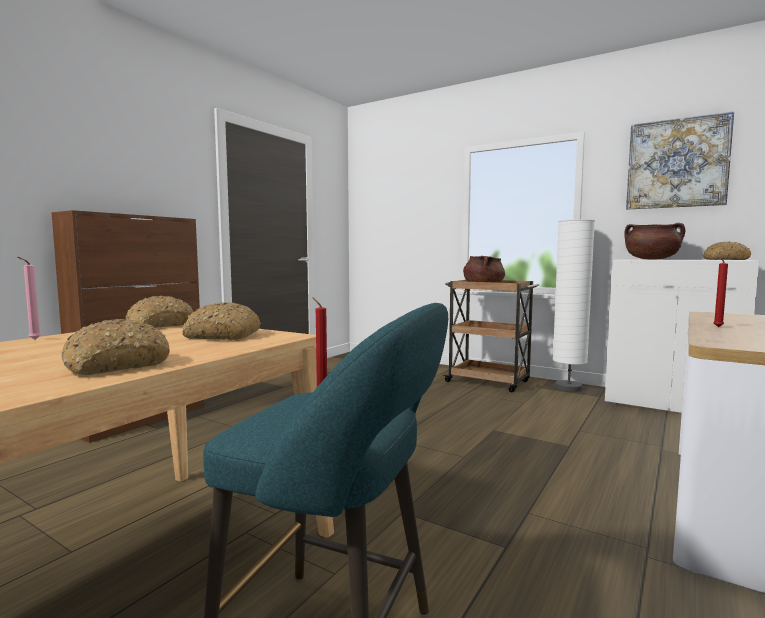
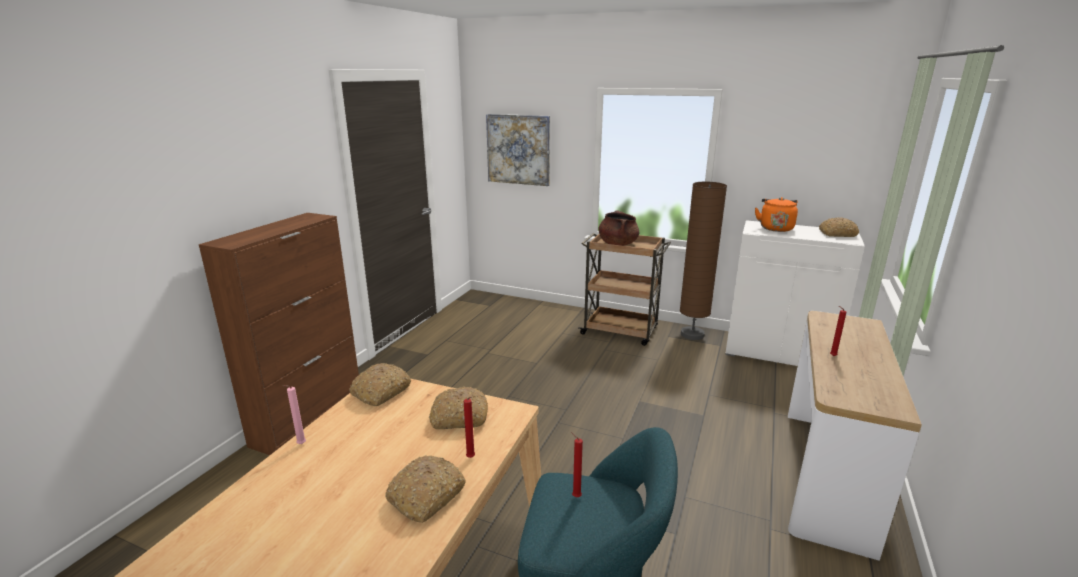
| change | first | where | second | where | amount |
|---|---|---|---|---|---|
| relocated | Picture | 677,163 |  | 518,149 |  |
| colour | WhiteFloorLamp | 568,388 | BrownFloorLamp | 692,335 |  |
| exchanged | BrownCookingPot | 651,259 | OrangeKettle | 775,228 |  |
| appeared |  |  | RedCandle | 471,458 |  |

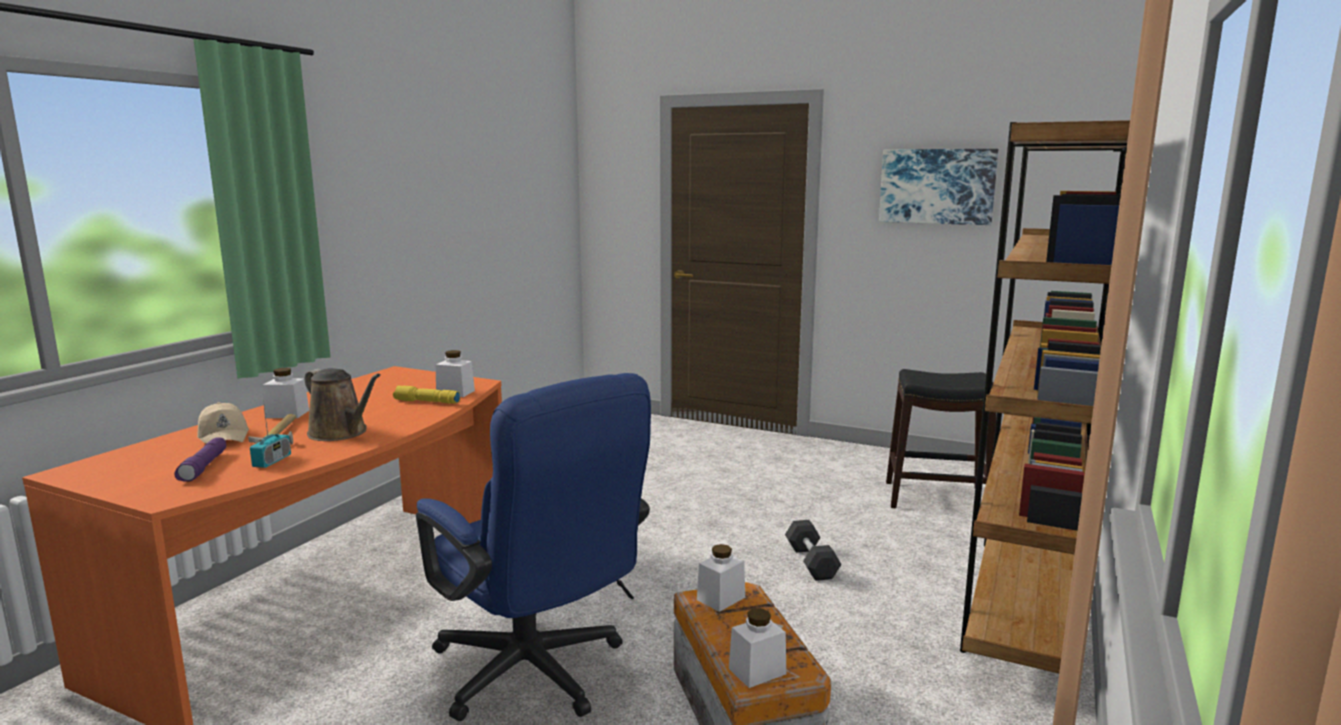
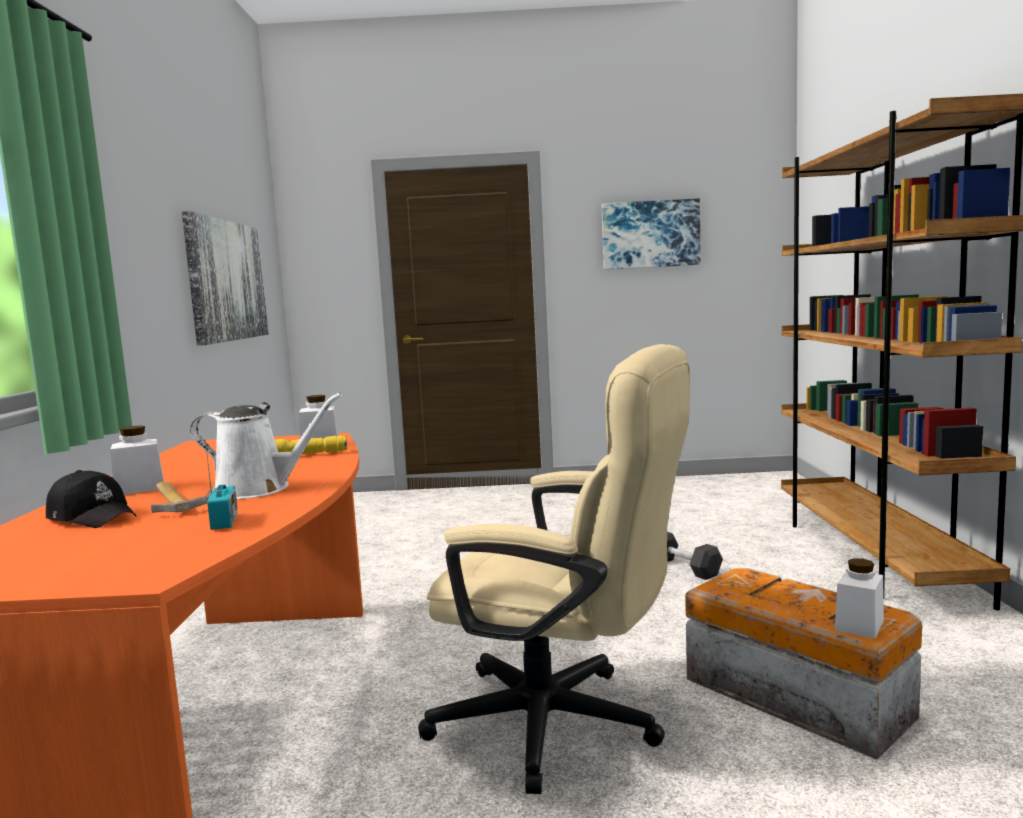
| change | first | where | second | where | amount |
|---|---|---|---|---|---|
| colour | BrownWateringCan | 341,433 | WhiteWateringCan | 259,489 |  |
| missing | BlackStool | 936,497 |  |  |  |
| colour | BlueOfficeChair | 537,676 | BeigeOfficeChair | 565,726 |  |
| colour | BeigeCap | 224,436 | BlackCap | 92,517 |  |
| missing | PurpleFlashlight | 204,467 |  |  |  |
| missing | WhiteJar | 721,598 |  |  |  |
| appeared |  |  | Picture | 227,281 |  |

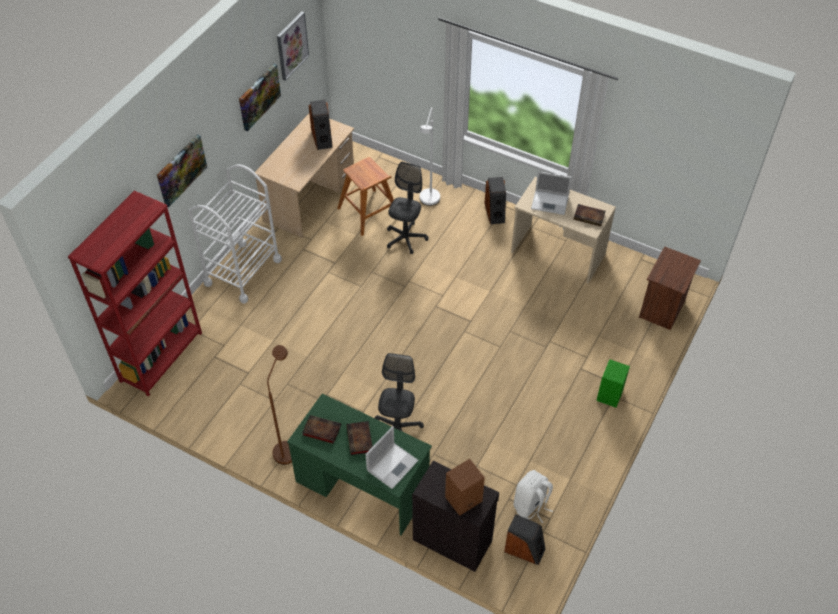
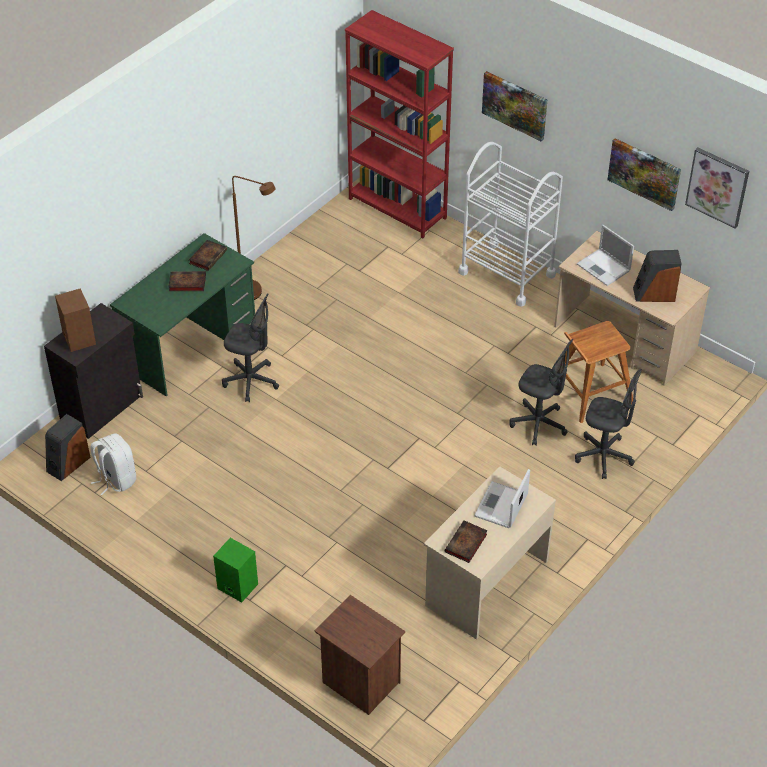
| change | first | where | second | where | amount |
|---|---|---|---|---|---|
| exchanged | WhiteFloorLamp | 428,202 | GreyOfficeChair | 603,456 |  |
| missing | Speaker | 495,212 |  |  |  |
| relocated | Laptop | 393,465 |  | 604,268 |  |

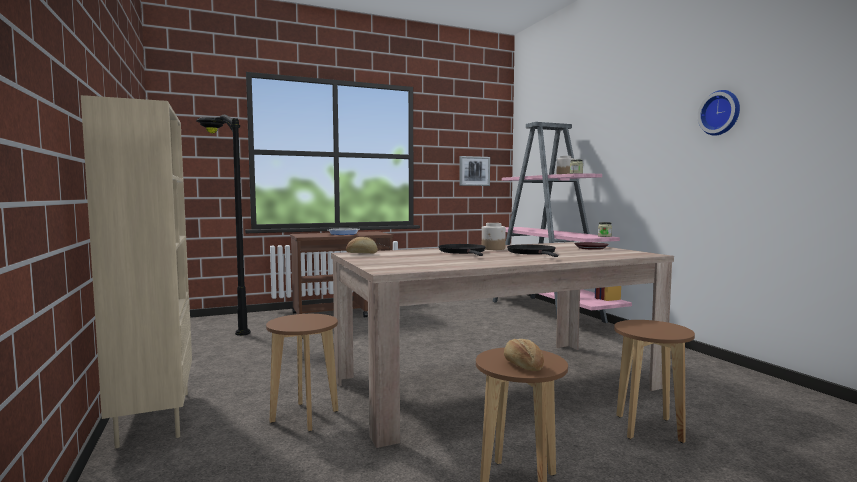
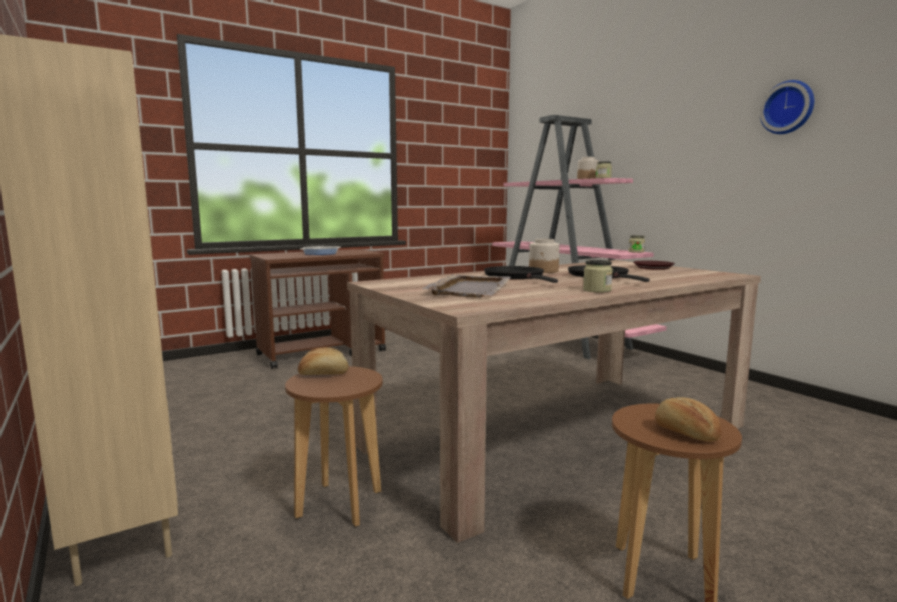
| change | first | where | second | where | amount |
|---|---|---|---|---|---|
| missing | BlackFloorLamp | 226,324 |  |  |  |
| missing | Picture | 474,171 |  |  |  |
| relocated | Bread | 362,253 |  | 323,374 |  |
| missing | BrownStool | 649,429 |  |  |  |
| appeared |  |  | Jar | 597,290 |  |
| appeared |  |  | GreyTray | 470,289 |  |

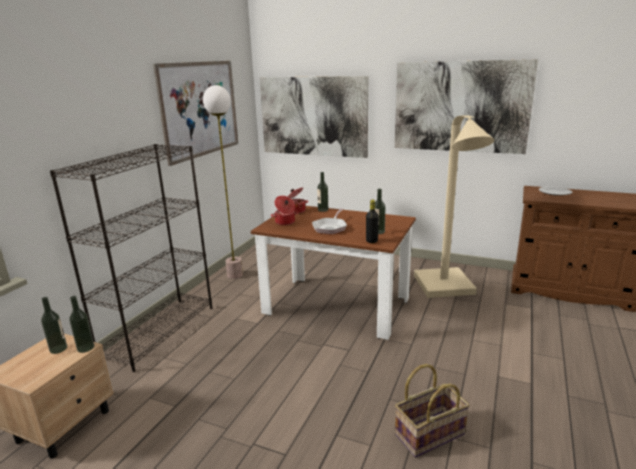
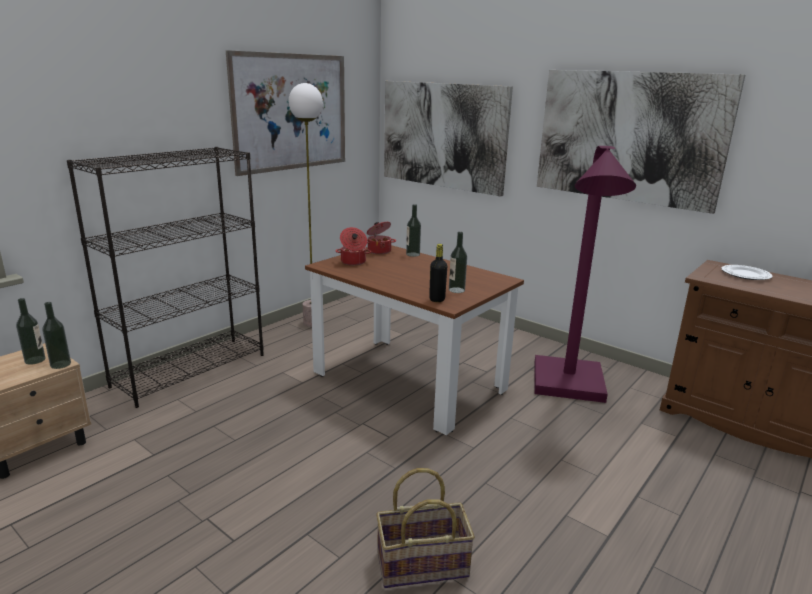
| change | first | where | second | where | amount |
|---|---|---|---|---|---|
| colour | BeigeFloorLamp | 447,289 | PurpleFloorLamp | 568,388 |  |
| missing | FryingPan | 330,227 |  |  |  |

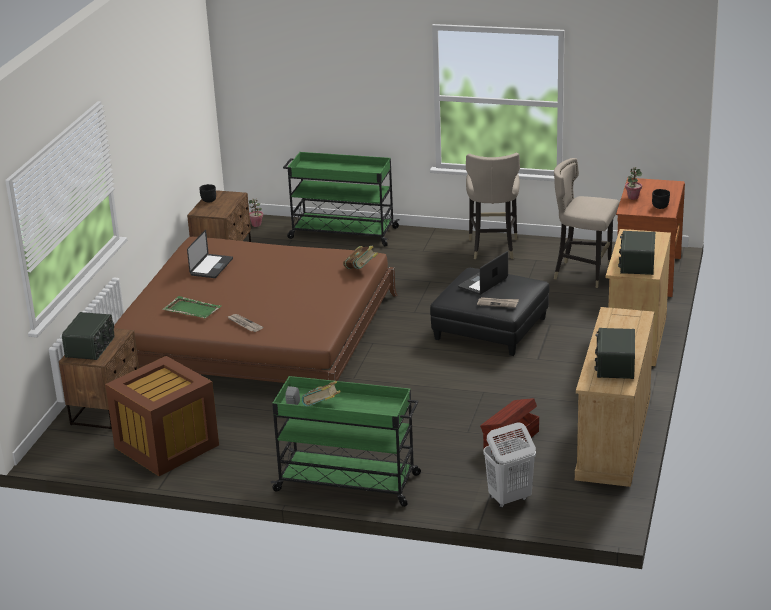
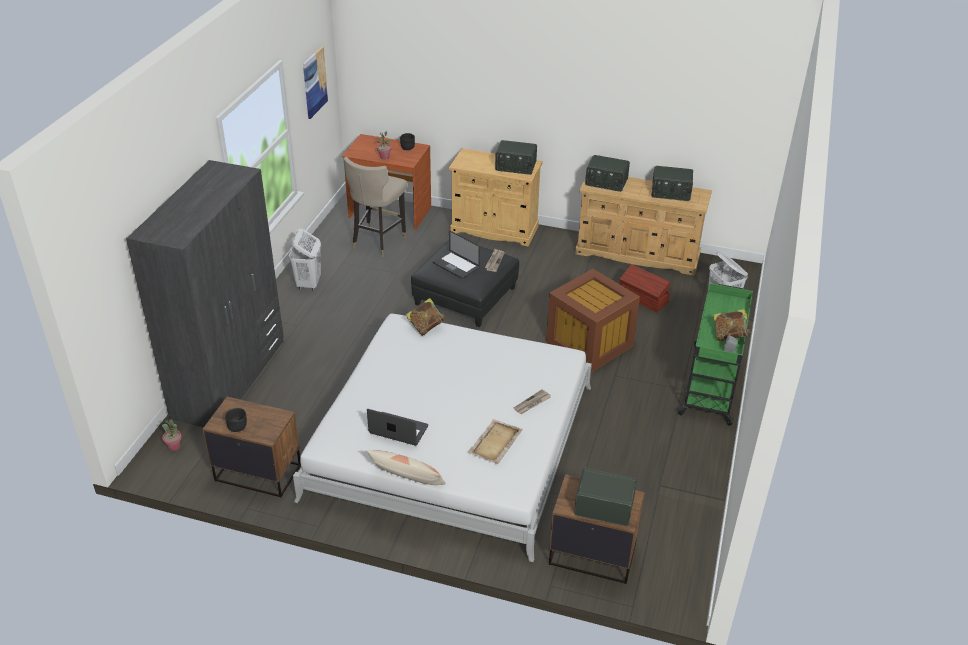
| change | first | where | second | where | amount |
|---|---|---|---|---|---|
| exchanged | GreenCart | 341,233 | GreyWardrobe | 230,378 |  |
| exchanged | BeigeStool | 493,248 | WhiteLaundryBasket | 308,284 |  |
| colour | BrownBed | 257,336 | WhiteBed | 452,441 |  |
| colour | GreenTray | 191,309 | BeigeTray | 495,443 |  |
| relocated | BrownStorageBox | 165,446 |  | 589,345 |  |
| appeared |  |  | Picture | 314,82 |  |
| appeared |  |  | Radio | 606,182 |  |
| appeared |  |  | Pillow | 407,479 |  |

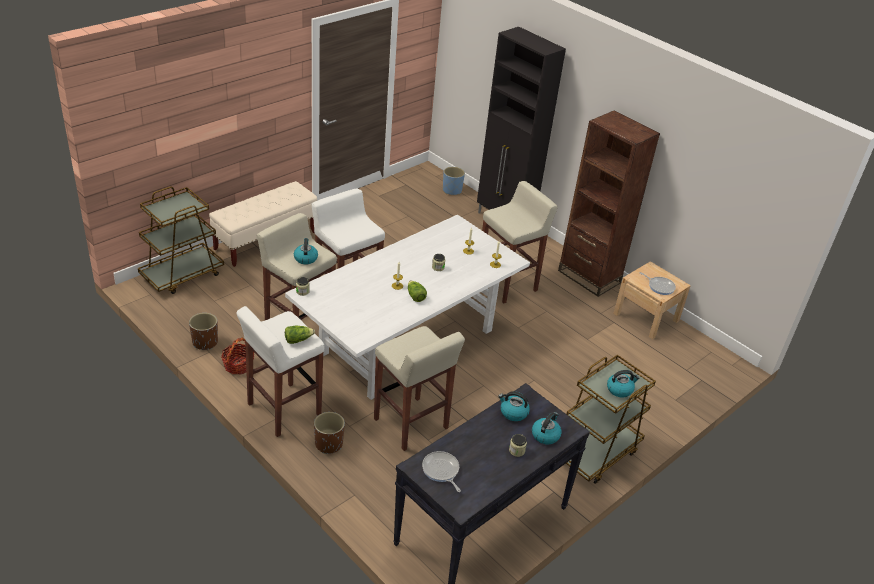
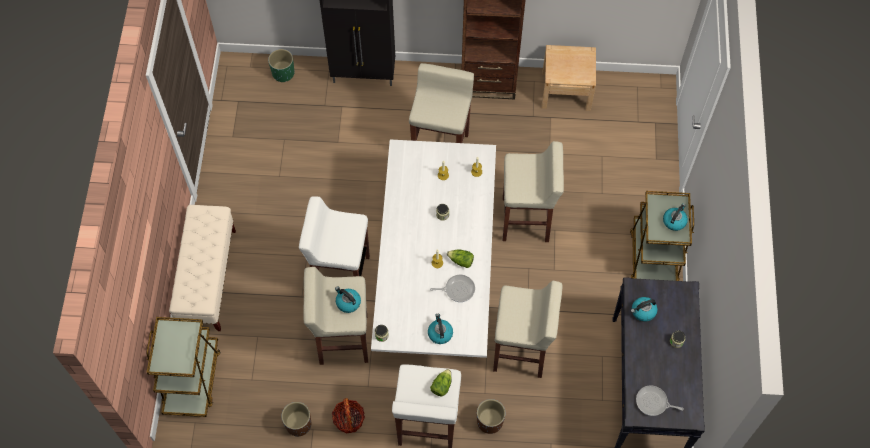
| change | first | where | second | where | amount |
|---|---|---|---|---|---|
| colour | BluePlanter | 452,190 | GreenPlanter | 283,73 |  |
| relocated | FryingPan | 660,286 |  | 458,289 |  |
| relocated | Kettle | 545,435 |  | 440,333 |  |
| appeared |  |  | BeigeStool | 526,220 |  |

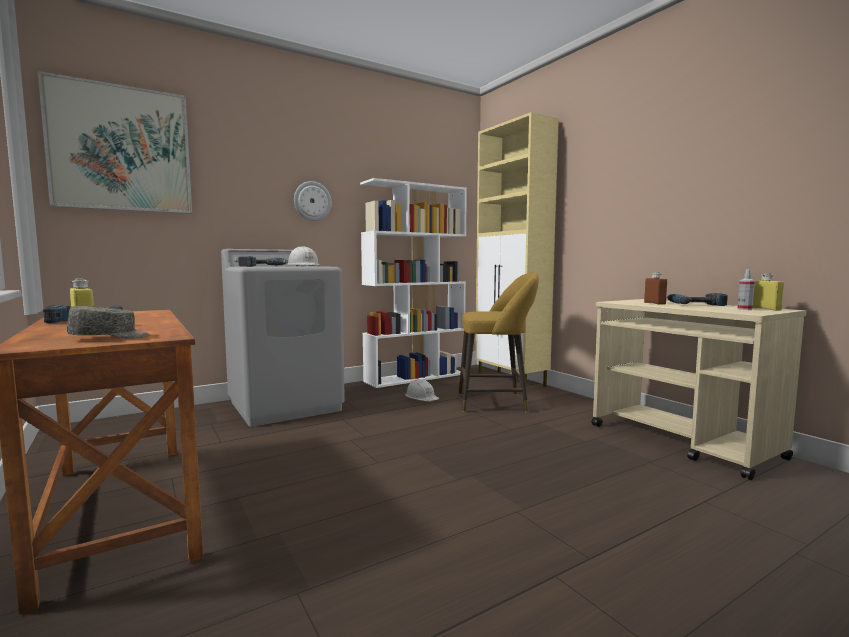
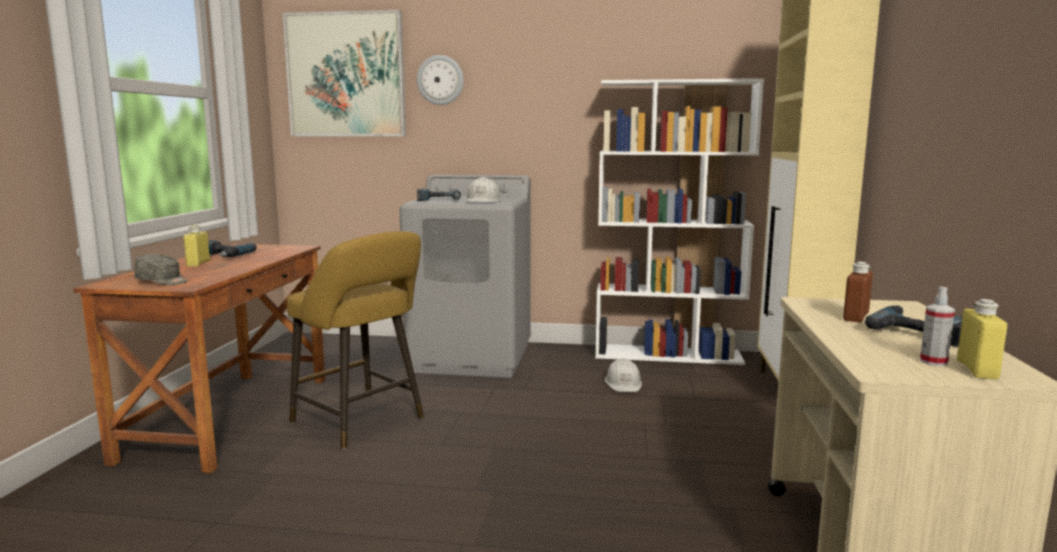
| change | first | where | second | where | amount |
|---|---|---|---|---|---|
| relocated | WallClock | 312,201 |  | 440,80 |  |
| relocated | YellowStool | 496,402 |  | 362,423 |  |

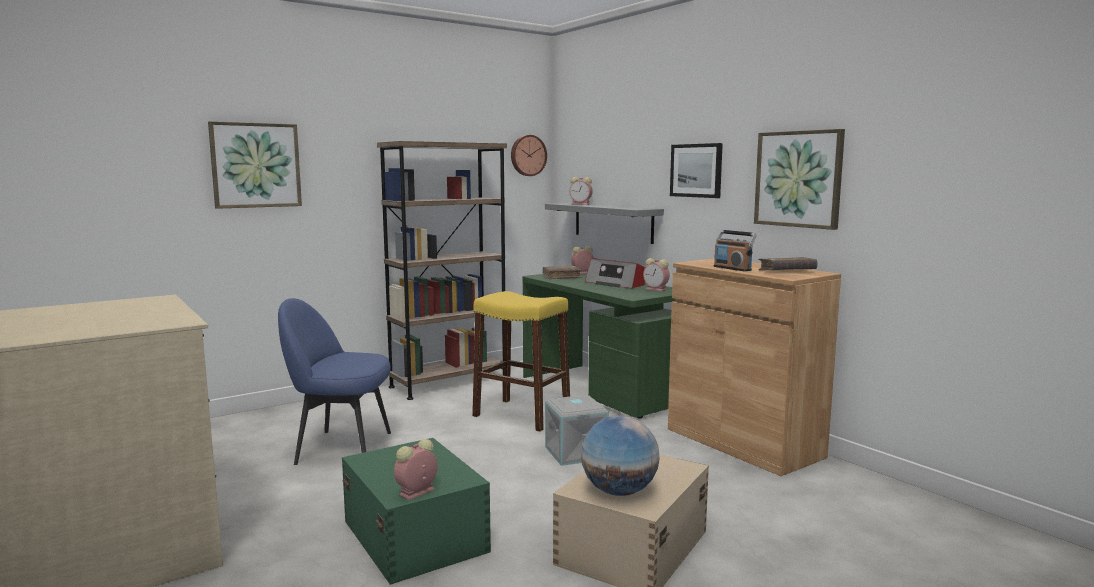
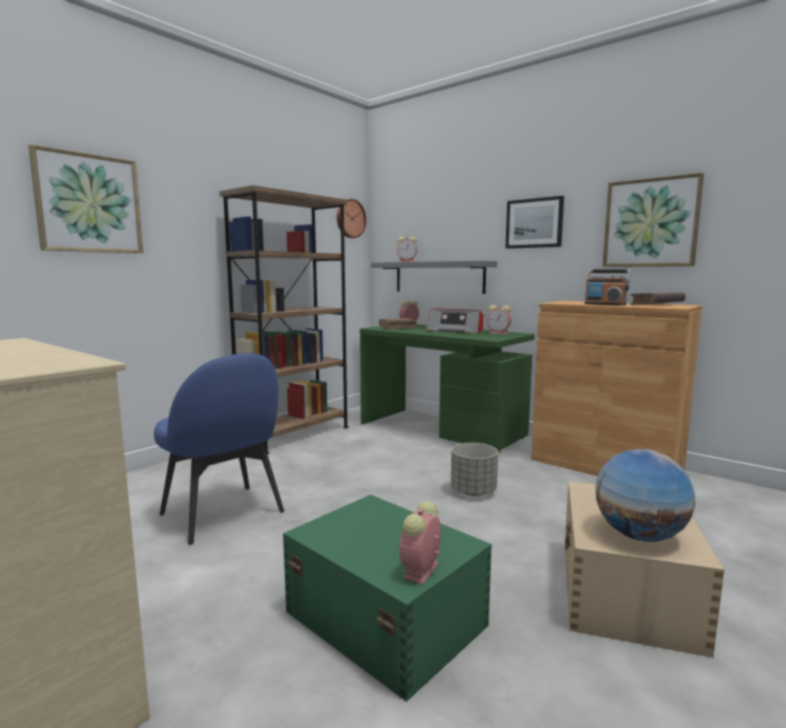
| change | first | where | second | where | amount |
|---|---|---|---|---|---|
| missing | YellowStool | 521,415 |  |  |  |
| spun | BlueChair | 341,447 |  | 224,514 | 120 degrees counterclockwise |
| exchanged | GreyStorageBox | 577,453 | GreyPlanter | 473,491 |  |

